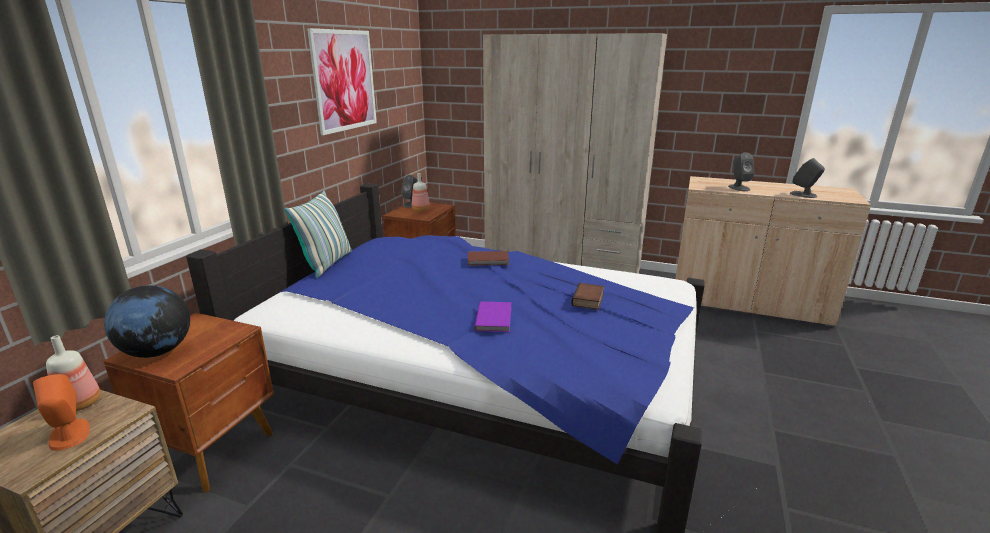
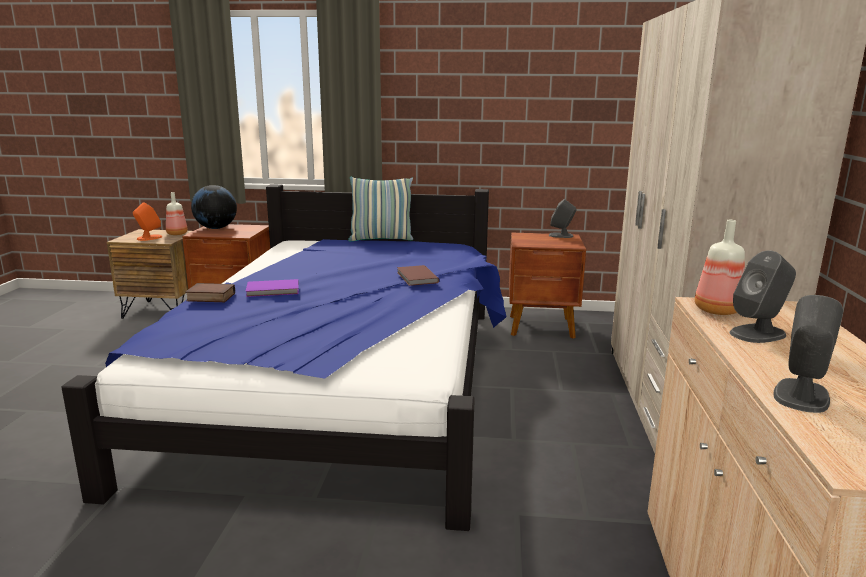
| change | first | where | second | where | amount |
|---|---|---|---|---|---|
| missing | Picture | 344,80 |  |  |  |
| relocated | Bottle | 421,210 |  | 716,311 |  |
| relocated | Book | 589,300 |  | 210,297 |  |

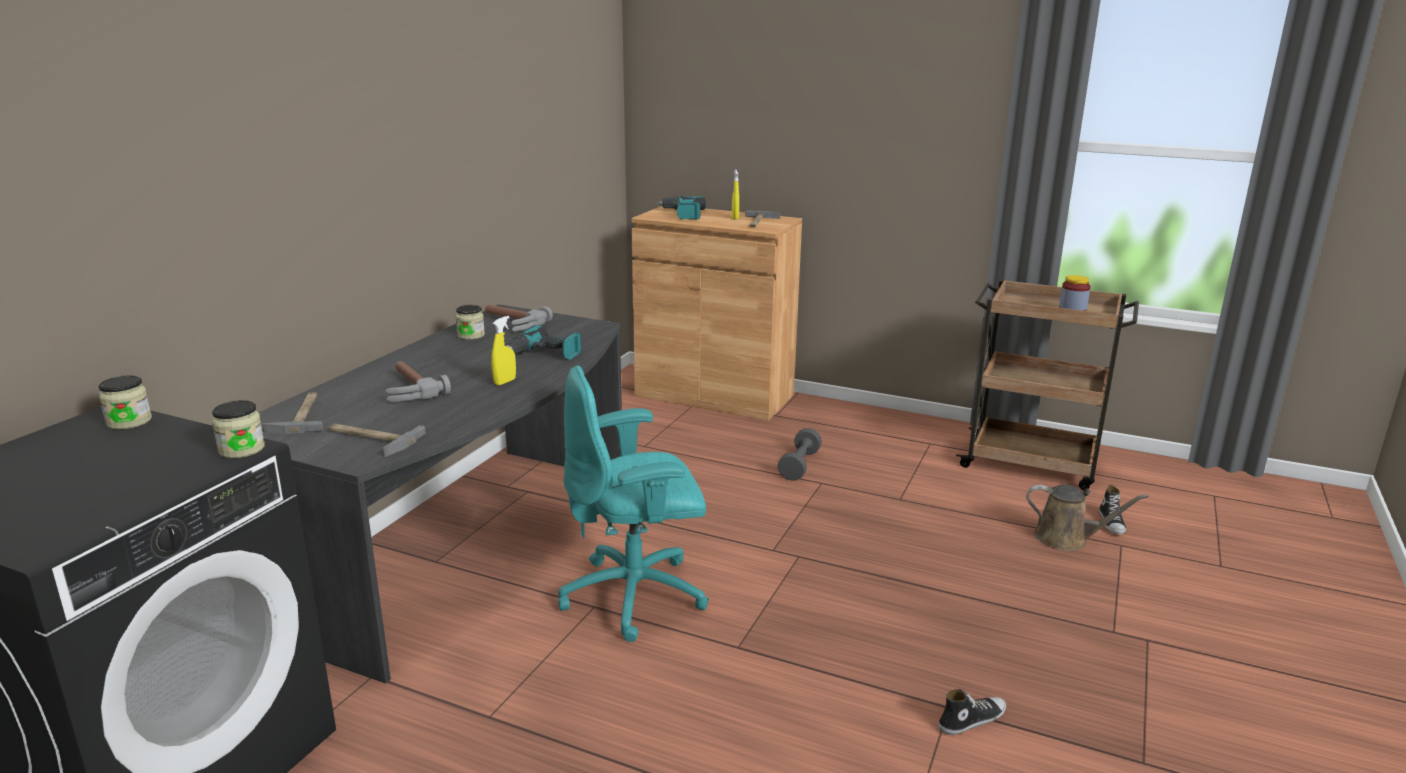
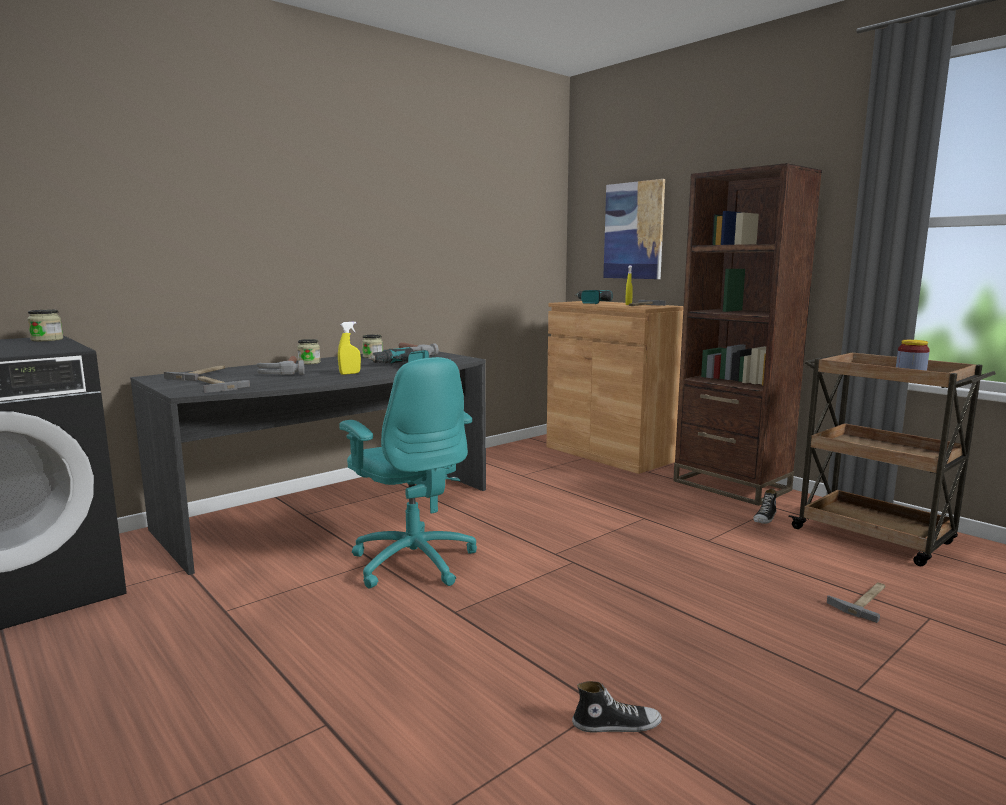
| change | first | where | second | where | amount |
|---|---|---|---|---|---|
| spun | TurquoiseOfficeChair | 636,596 |  | 413,561 | 135 degrees counterclockwise |
| relocated | Jar | 241,449 |  | 309,363 |  |
| missing | GreyDumbbell | 799,465 |  |  |  |
| exchanged | BrownWateringCan | 1066,539 | Hammer | 864,600 |  |
| relocated | Shoe | 1112,523 |  | 765,518 |  |
| appeared |  |  | BrownBookcase | 731,485 |  |
| appeared |  |  | Picture | 634,231 |  |

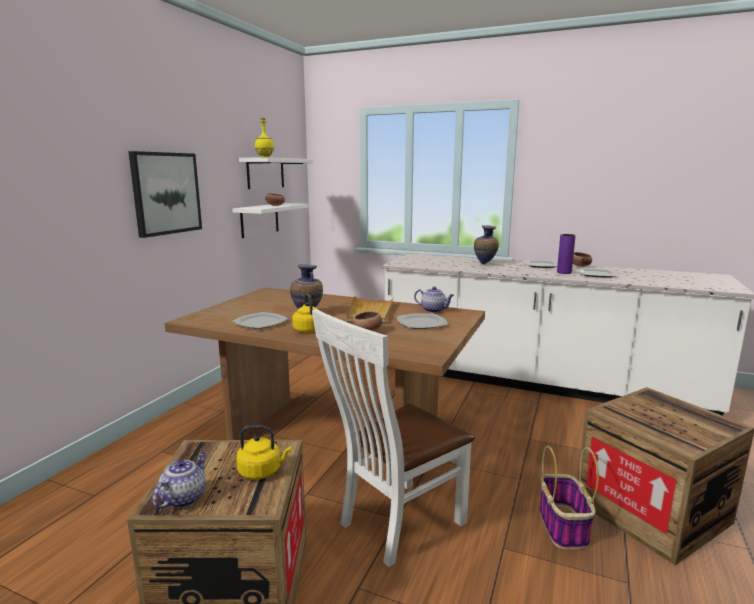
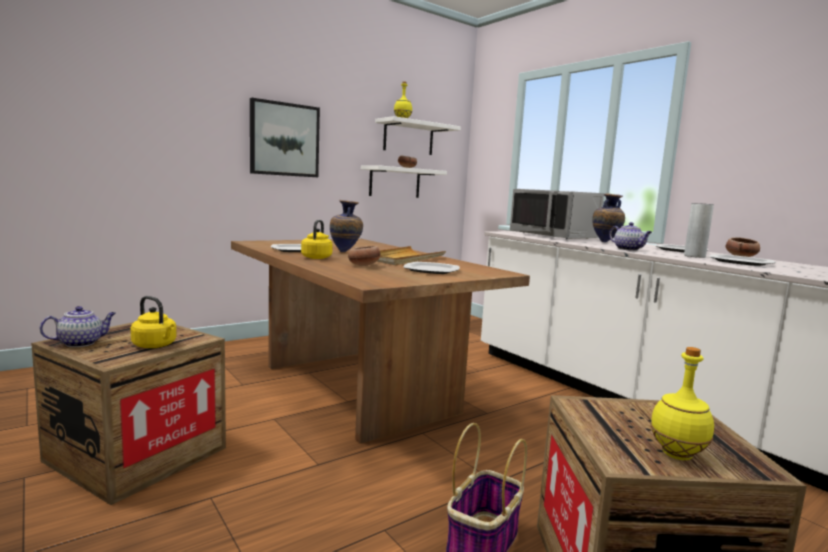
| change | first | where | second | where | amount |
|---|---|---|---|---|---|
| colour | PurpleVase | 564,272 | GreyVase | 694,256 |  |
| relocated | Teapot | 434,310 |  | 628,249 |  |
| missing | WhiteChair | 395,524 |  |  |  |
| appeared |  |  | GreyMicrowave | 554,236 |  |
| appeared |  |  | YellowBottle | 676,454 |  |

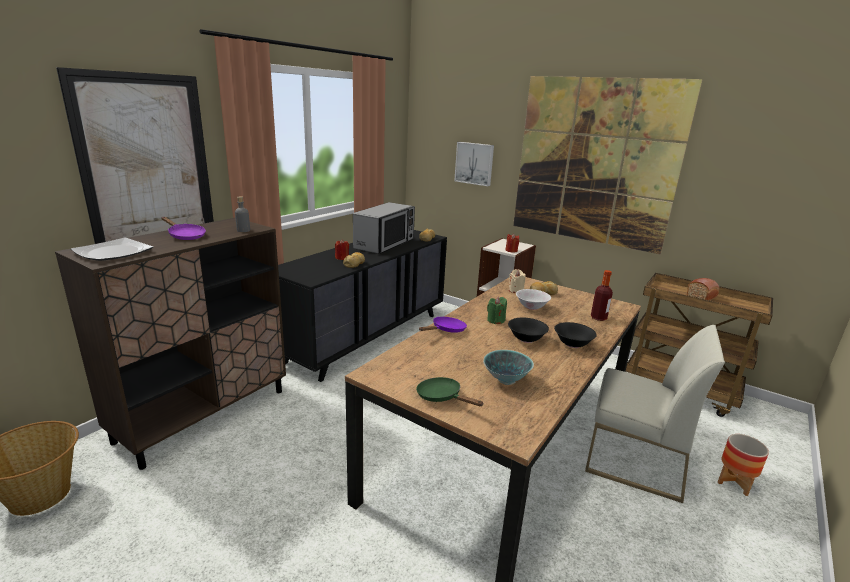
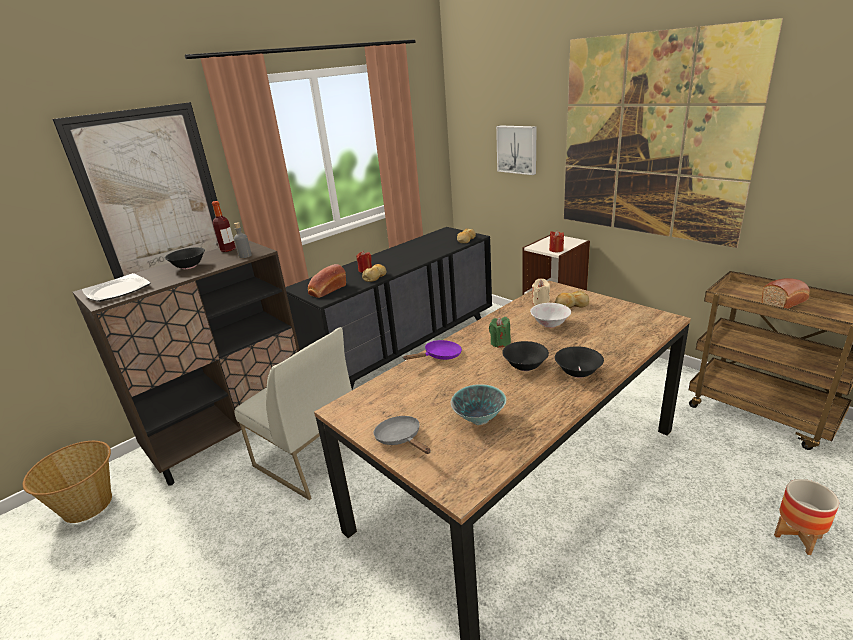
| change | first | where | second | where | amount |
|---|---|---|---|---|---|
| missing | Microwave | 385,244 |  |  |  |
| exchanged | PurpleFryingPan | 185,236 | BlackBowl | 188,266 |  |
| relocated | Bottle | 598,318 |  | 228,249 |  |
| relocated | WhiteChair | 633,460 |  | 308,458 |  |
| colour | GreenFryingPan | 442,397 | GreyFryingPan | 401,439 |  |
| appeared |  |  | Bread | 327,290 |  |

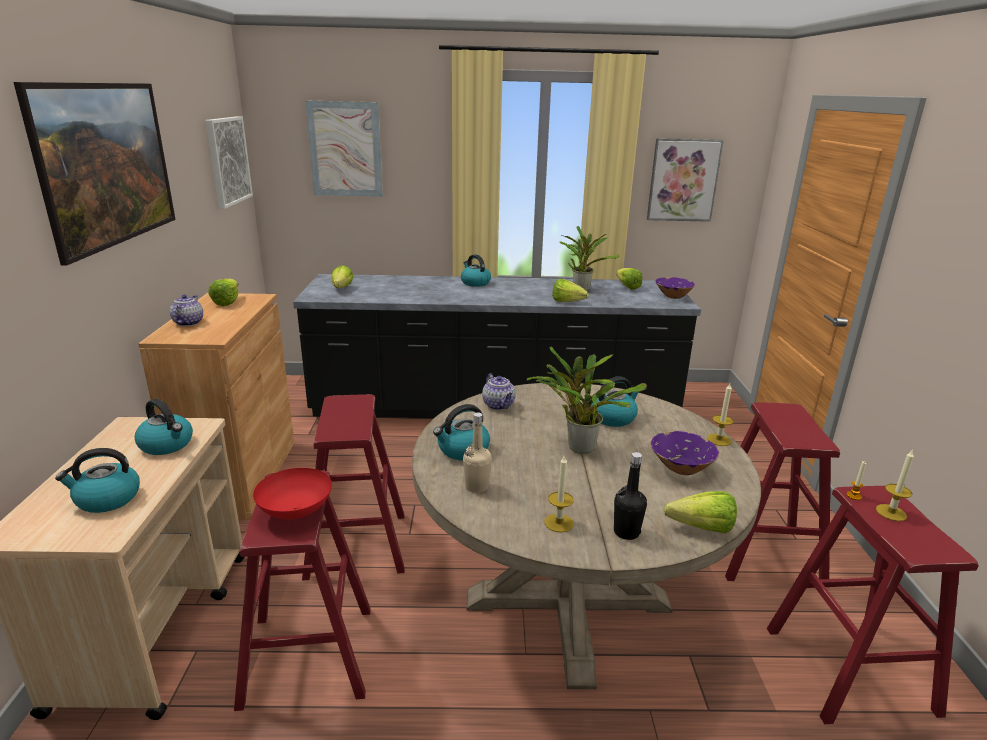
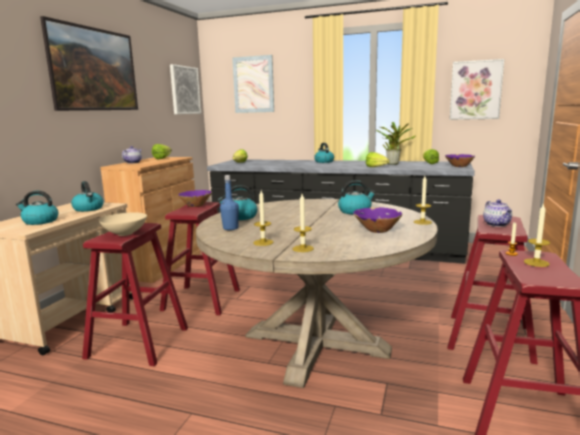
| change | first | where | second | where | amount |
|---|---|---|---|---|---|
| missing | PottedPlant | 578,446 |  |  |  |
| relocated | Teapot | 499,405 |  | 497,224 |  |
| colour | BeigeBottle | 476,486 | BlueBottle | 230,228 |  |
| exchanged | BlackBottle | 626,532 | Candle | 303,248 |  |
| colour | RedBowl | 297,511 | BeigeBowl | 126,234 |  |
| missing | Lettuce | 695,527 |  |  |  |
| appeared |  |  | PurpleBowl | 196,205 |  |

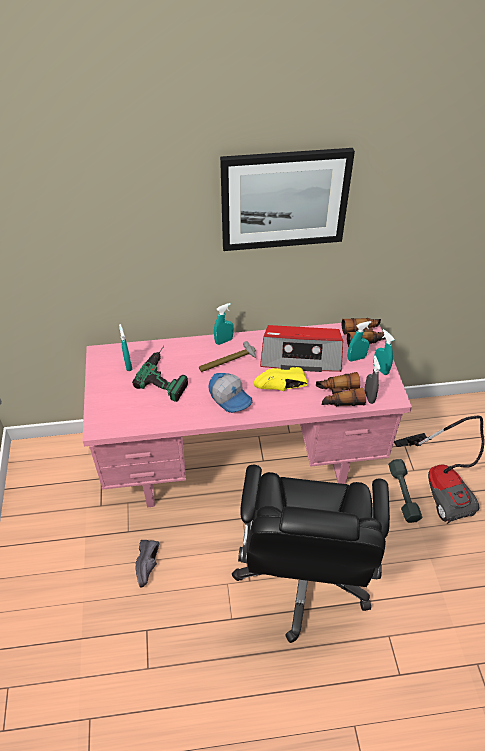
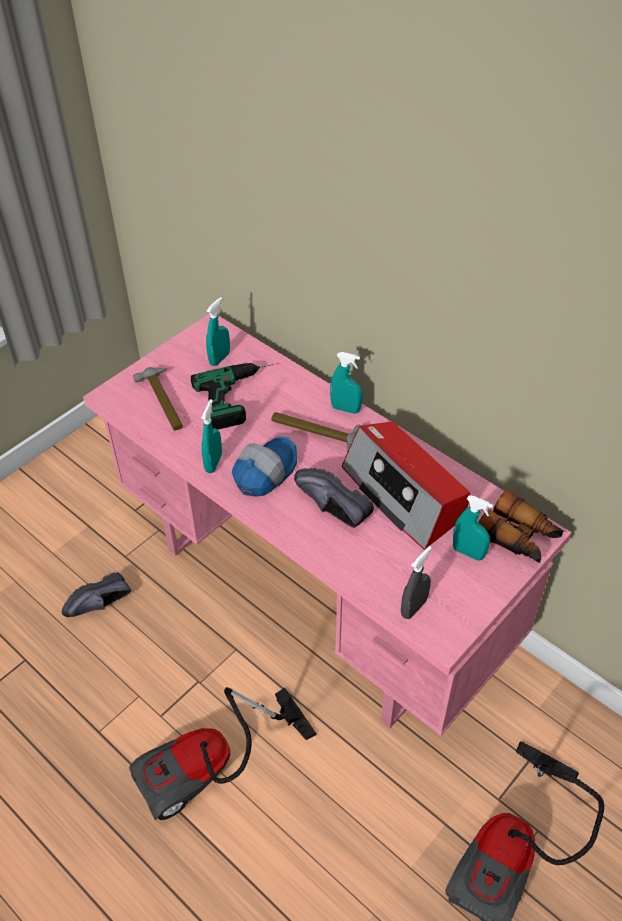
| change | first | where | second | where | amount |
|---|---|---|---|---|---|
| missing | Picture | 284,199 |  |  |  |
| relocated | TurquoiseSprayBottle | 380,369 |  | 213,463 |  |
| colour | YellowShoe | 282,388 | BlackShoe | 329,509 |  |
| missing | Binoculars | 338,396 |  |  |  |
| spun | Cap | 230,397 |  | 264,472 | 150 degrees counterclockwise |
| missing | GreyDumbbell | 403,493 |  |  |  |
| exchanged | BlackOfficeChair | 303,576 | VacuumCleaner | 213,770 |  |
| appeared |  |  | Hammer | 163,402 |  |

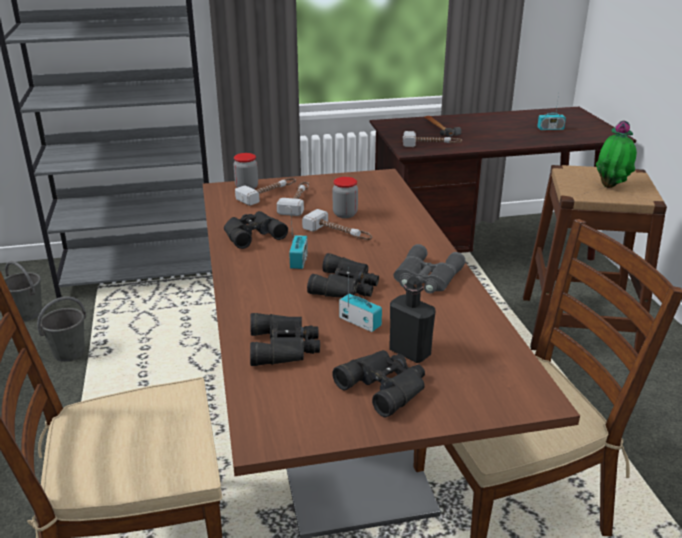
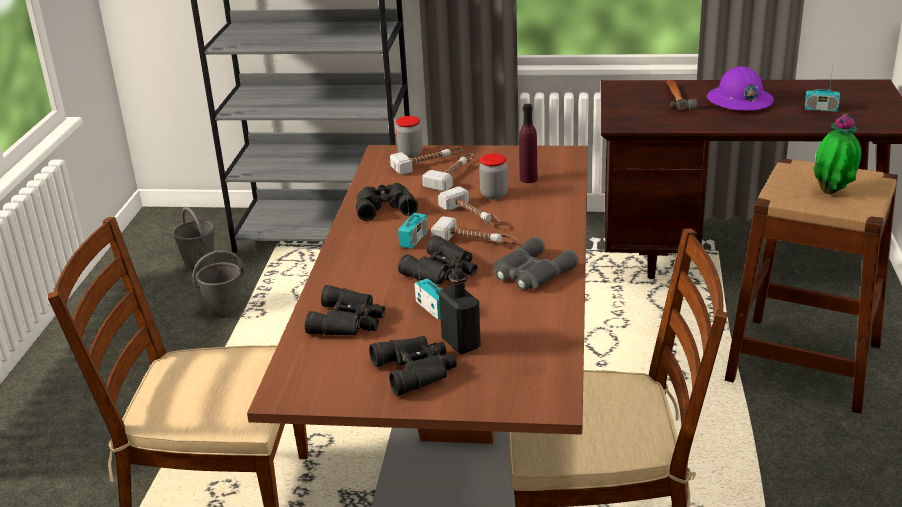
| change | first | where | second | where | amount |
|---|---|---|---|---|---|
| relocated | Hammer | 432,145 |  | 475,241 |  |
| appeared |  |  | PurpleHardHat | 739,100 |  |
| appeared |  |  | PurpleBottle | 528,179 |  |

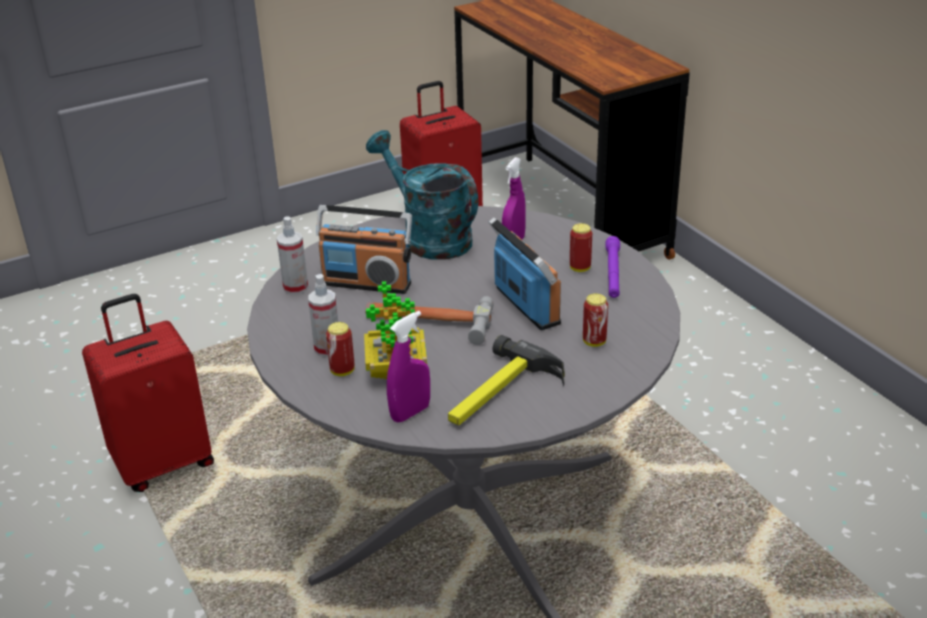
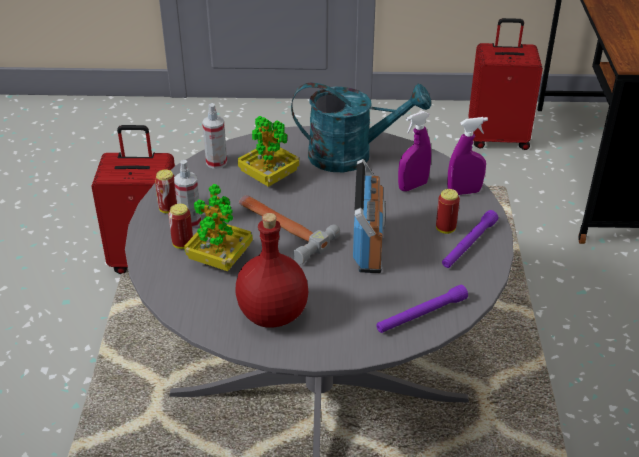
| change | first | where | second | where | amount |
|---|---|---|---|---|---|
| spun | TurquoiseWateringCan | 428,237 |  | 352,156 | 105 degrees clockwise |
| exchanged | Radio | 367,283 | PottedPlant | 269,178 |  |
| relocated | Can | 594,342 |  | 168,209 |  |
| relocated | PurpleSprayBottle | 410,413 |  | 464,192 |  |
| exchanged | Hammer | 500,395 | RedBottle | 274,314 |  |
| appeared |  |  | PurpleFlashlight | 421,315 |  |

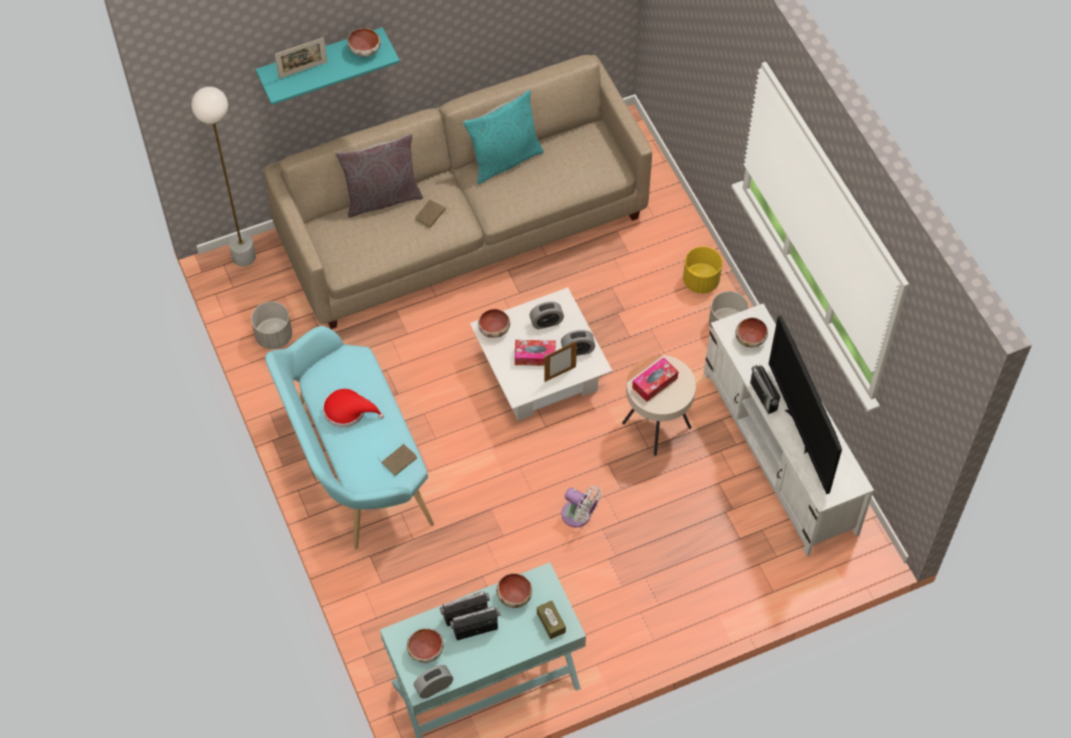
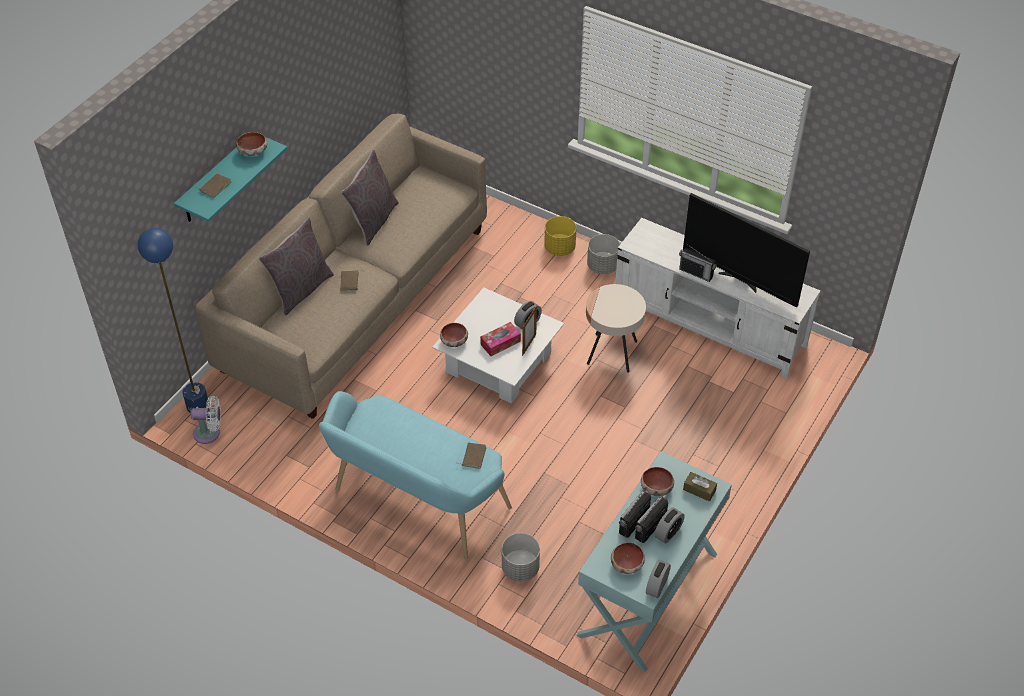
| change | first | where | second | where | amount |
|---|---|---|---|---|---|
| exchanged | PictureFrame | 303,70 | BrownBook | 214,186 |  |
| colour | WhiteFloorLamp | 244,256 | BlueFloorLamp | 197,405 |  |
| colour | TurquoisePillow | 504,159 | GreyPillow | 373,221 |  |
| relocated | GreyPlanter | 273,336 |  | 520,568 |  |
| relocated | AlarmClock | 546,322 |  | 668,533 |  |
| missing | Bowl | 750,338 |  |  |  |
| missing | TissueBox | 654,383 |  |  |  |
| missing | RedHat | 348,411 |  |  |  |
| relocated | WhiteFan | 579,516 |  | 210,433 |  |

